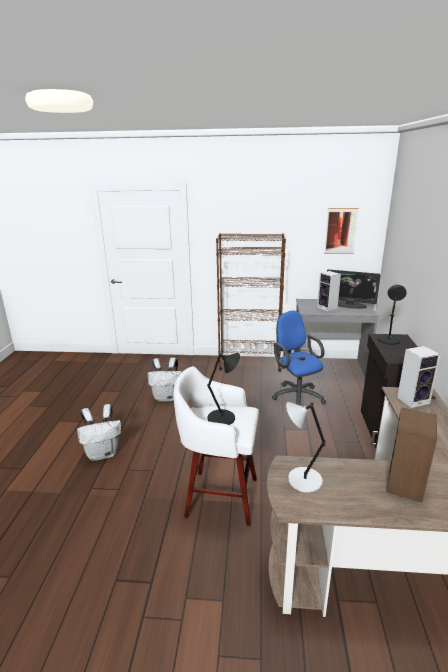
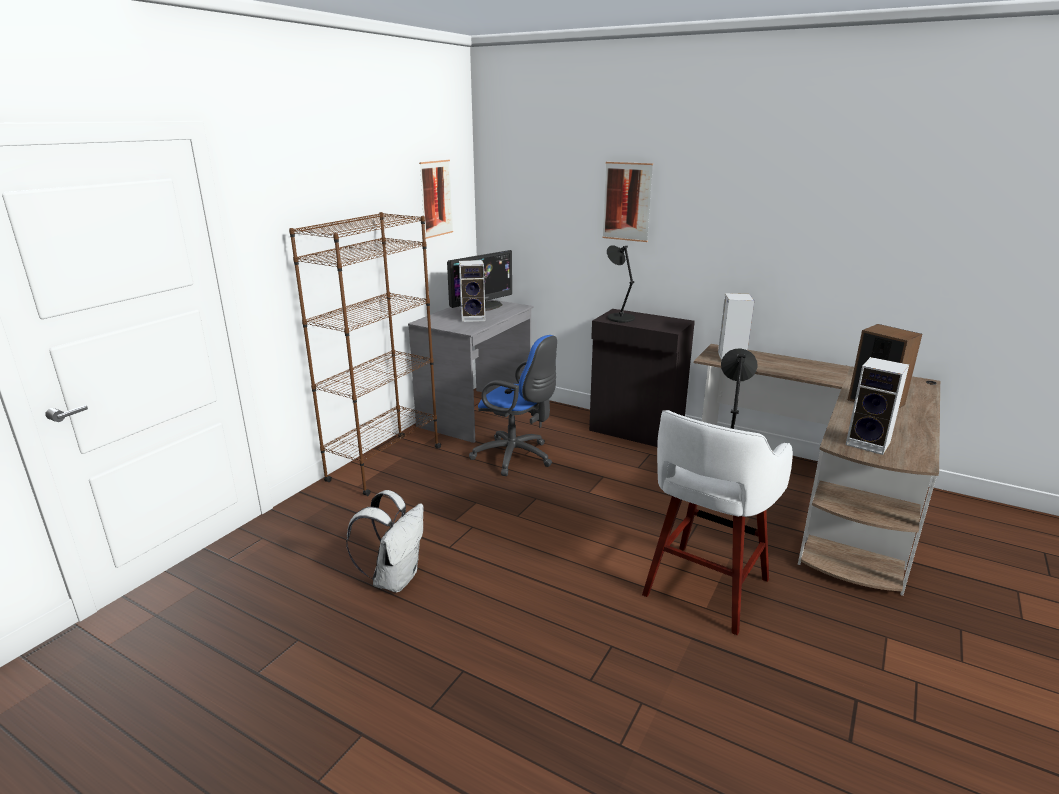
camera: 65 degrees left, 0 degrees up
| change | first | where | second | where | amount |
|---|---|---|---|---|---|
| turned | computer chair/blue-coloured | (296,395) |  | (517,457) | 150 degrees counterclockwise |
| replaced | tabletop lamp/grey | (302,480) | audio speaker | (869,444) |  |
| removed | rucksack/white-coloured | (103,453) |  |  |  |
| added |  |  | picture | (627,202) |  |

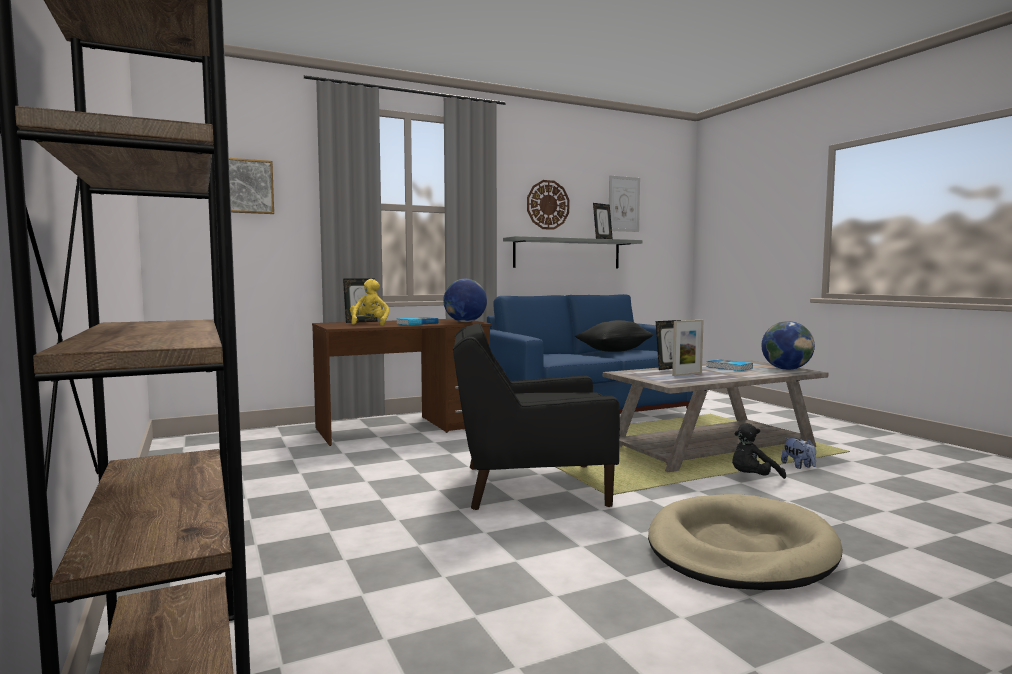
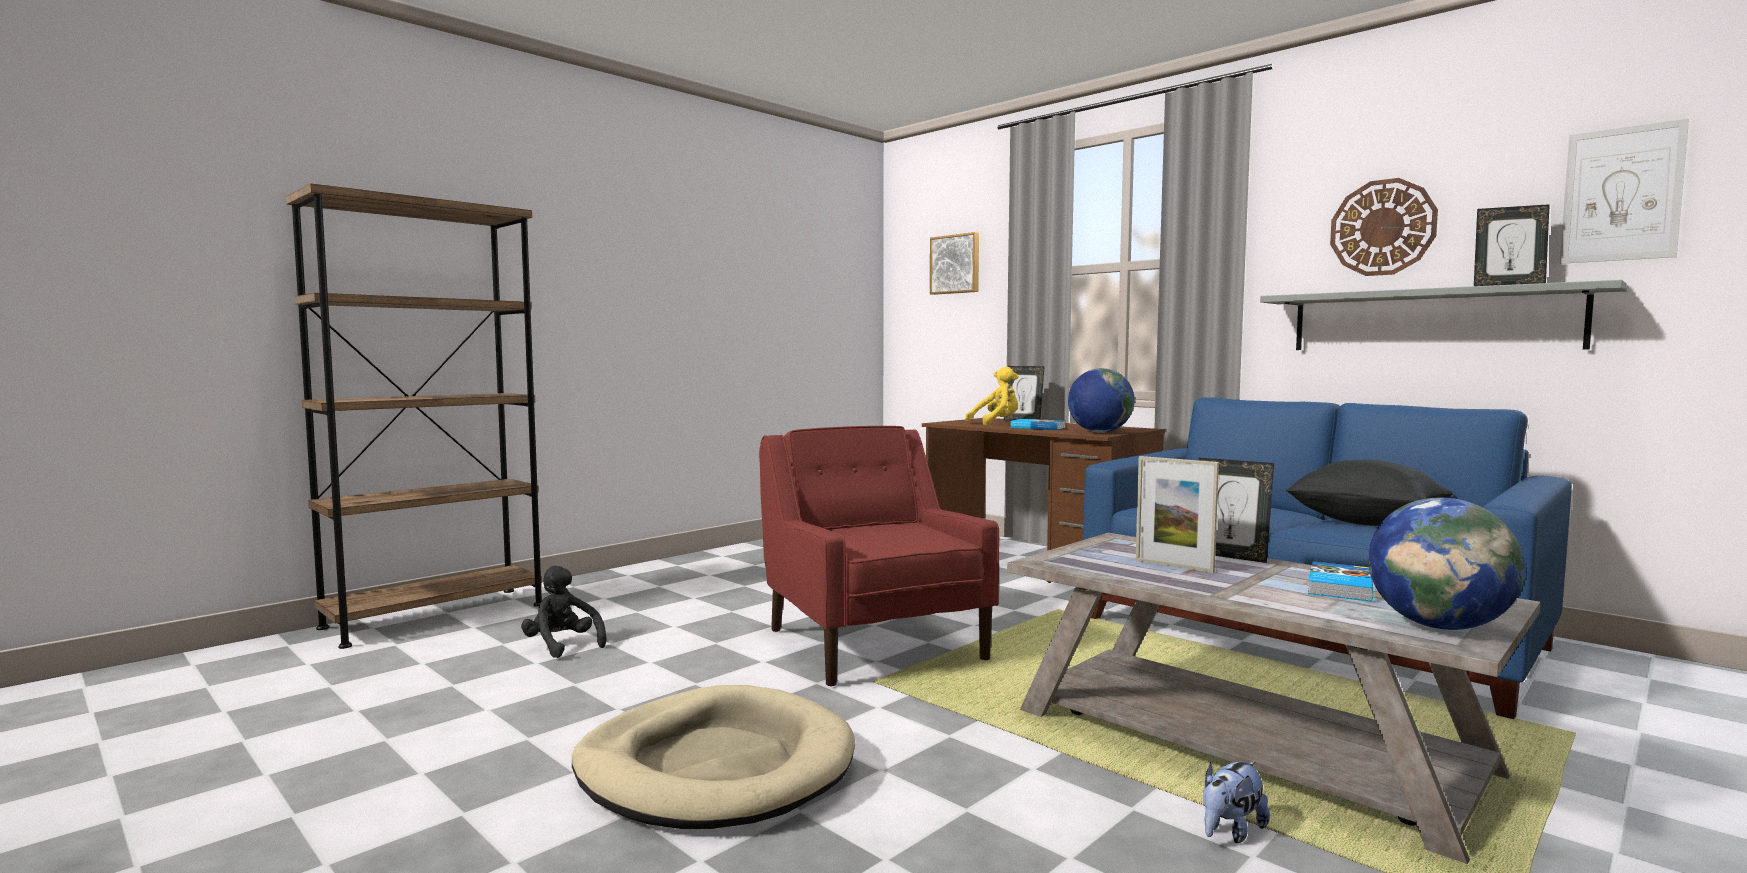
camera: 70 degrees right, 0 degrees up
| change | first | where | second | where | amount |
|---|---|---|---|---|---|
| recoloured | easy chair/black | (530,486) | easy chair/reddish | (873,643) |  |
| moved | cuddly toy/black | (753,478) |  | (562,646) |  |

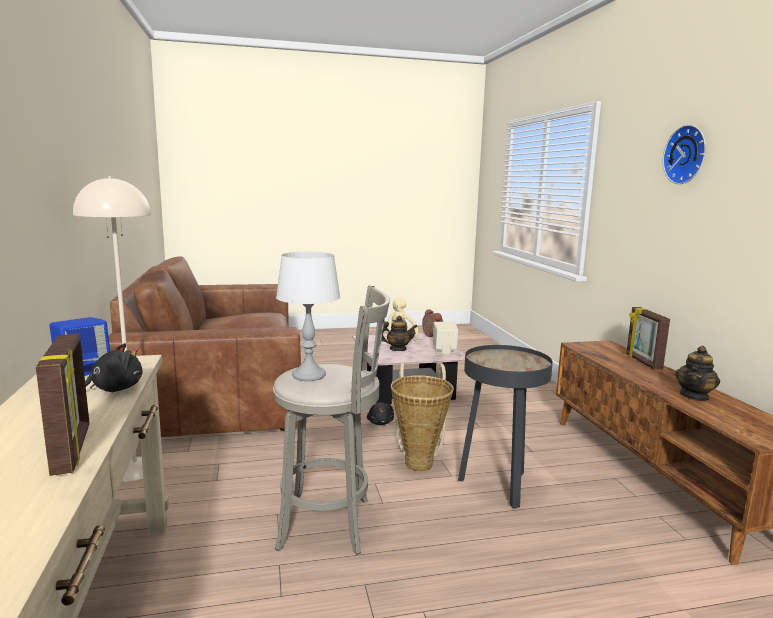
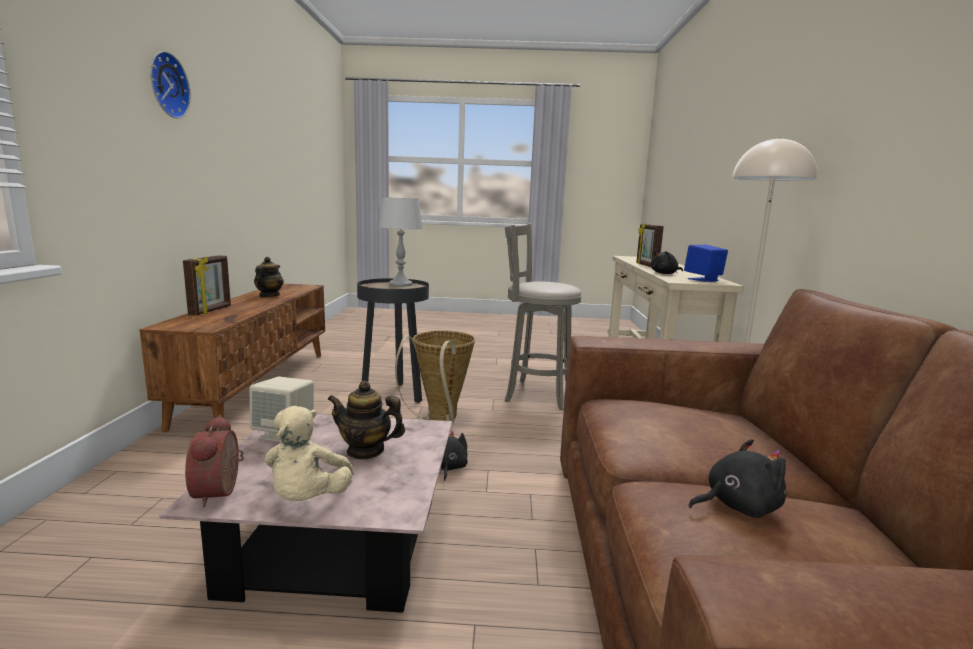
camera: 165 degrees left, 0 degrees up
| change | first | where | second | where | amount |
|---|---|---|---|---|---|
| moved | tabletop lamp/grey | (309,375) |  | (400,284) |  |
| turned | teapot | (694,396) |  | (269,296) | 45 degrees counterclockwise |
| added |  |  | cuddly toy/black | (737,506) |  |

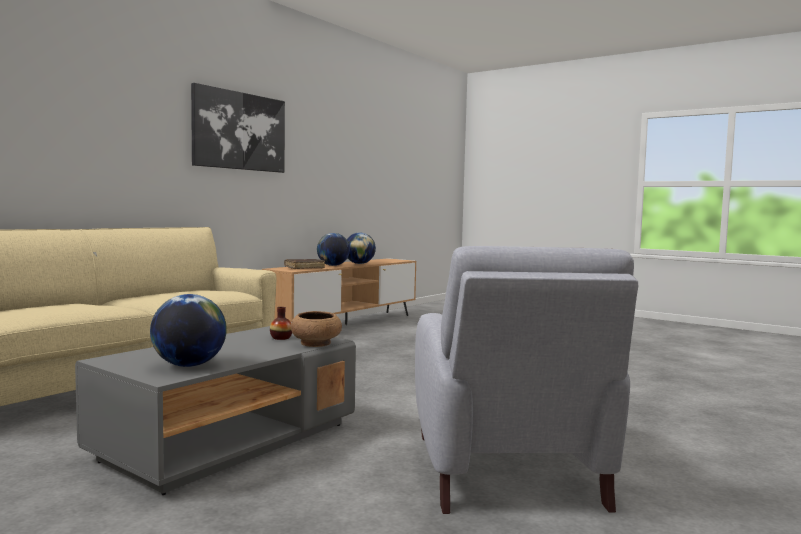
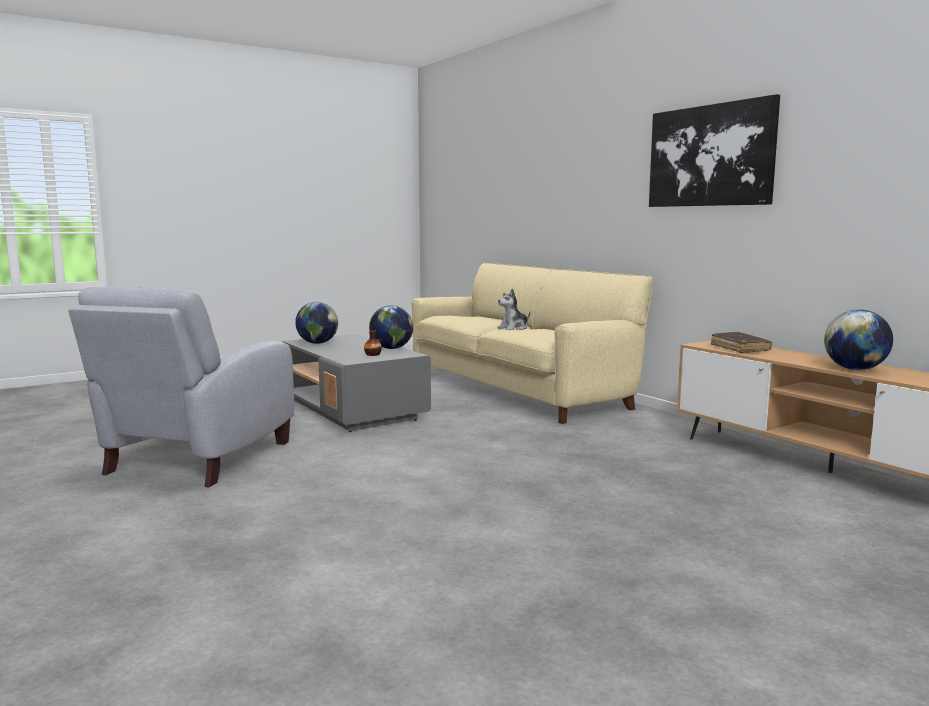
camera: 110 degrees right, 5 degrees up
| change | first | where | second | where | amount |
|---|---|---|---|---|---|
| moved | world globe | (333,265) |  | (391,348) |  |
| turned | easy chair/grey | (507,473) |  | (196,459) | 90 degrees counterclockwise |
| removed | deep dish/brownish | (316,344) |  |  |  |
| added |  |  | cuddly toy | (514,328) |  |

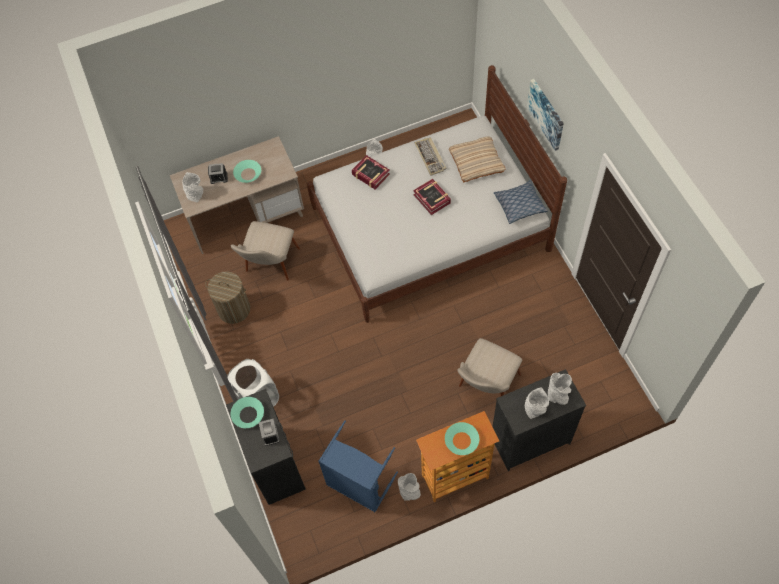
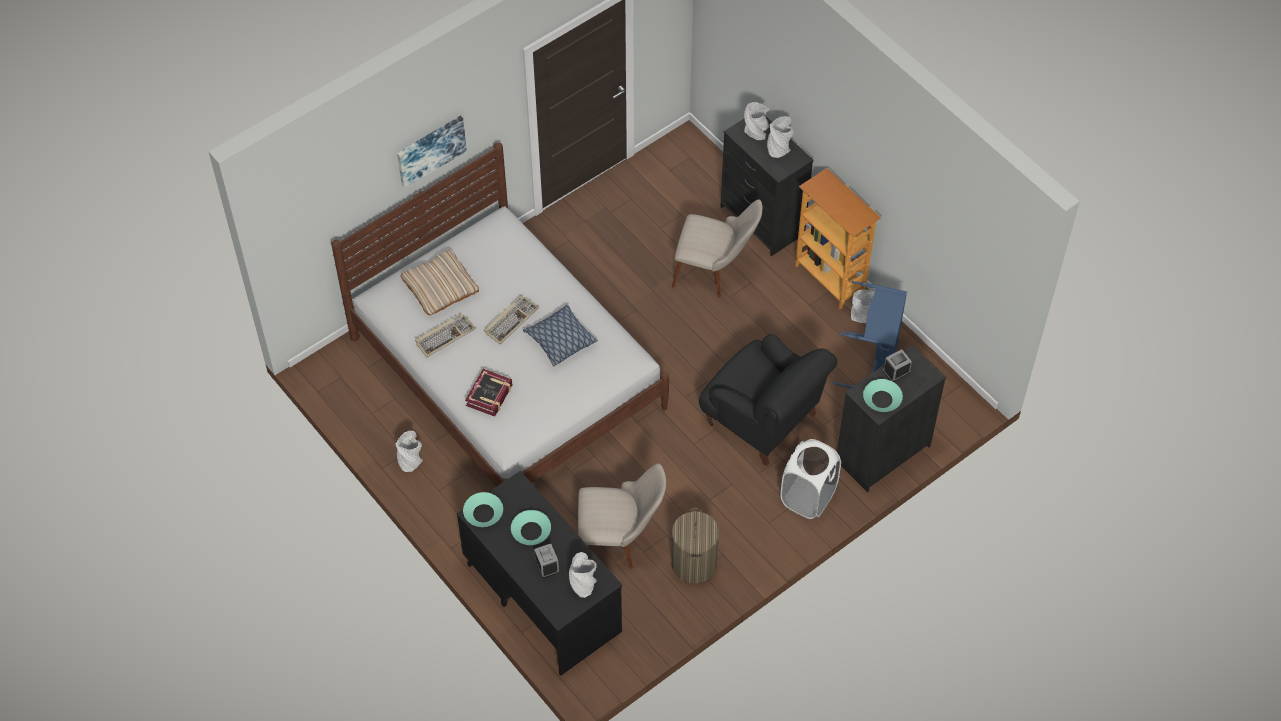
camera: 110 degrees left, 5 degrees down
| change | first | where | second | where | amount |
|---|---|---|---|---|---|
| recoloured | desk unit/beige-coloured | (246,215) | desk unit/black | (541,596) |  |
| replaced | book | (432,199) | keyboard | (511,320) |  |
| moved | cushion | (519,205) |  | (560,340) |  |
| moved | deep dish/turquoise-coloured | (461,440) |  | (483,513) |  |
| added |  |  | easy chair/black | (763,420) |  |

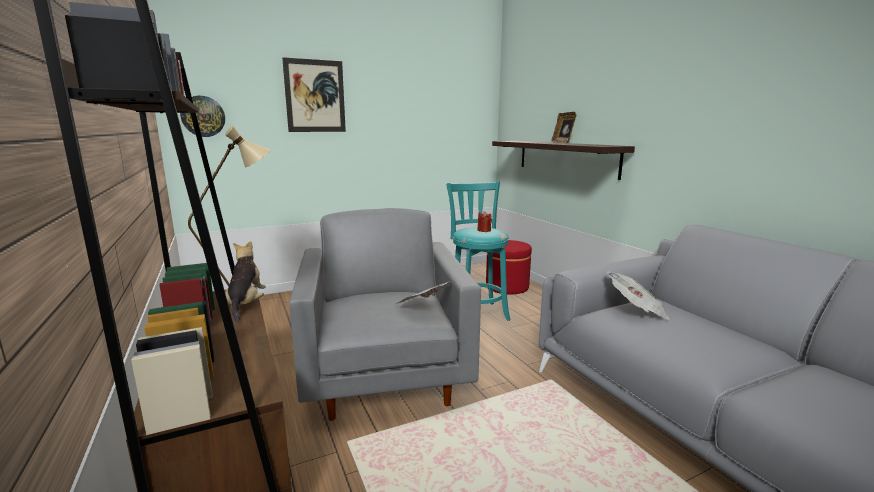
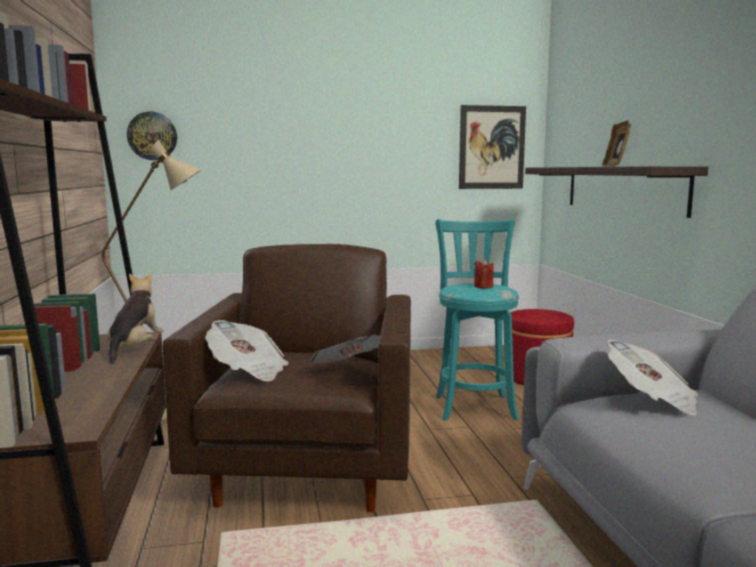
camera: 15 degrees right, 5 degrees down
| change | first | where | second | where | amount |
|---|---|---|---|---|---|
| moved | picture | (315,96) |  | (492,147) |  |
| recoloured | easy chair/grey | (385,376) | easy chair/brownish | (308,467) |  |
| added |  |  | newspaper | (248,371) |  |

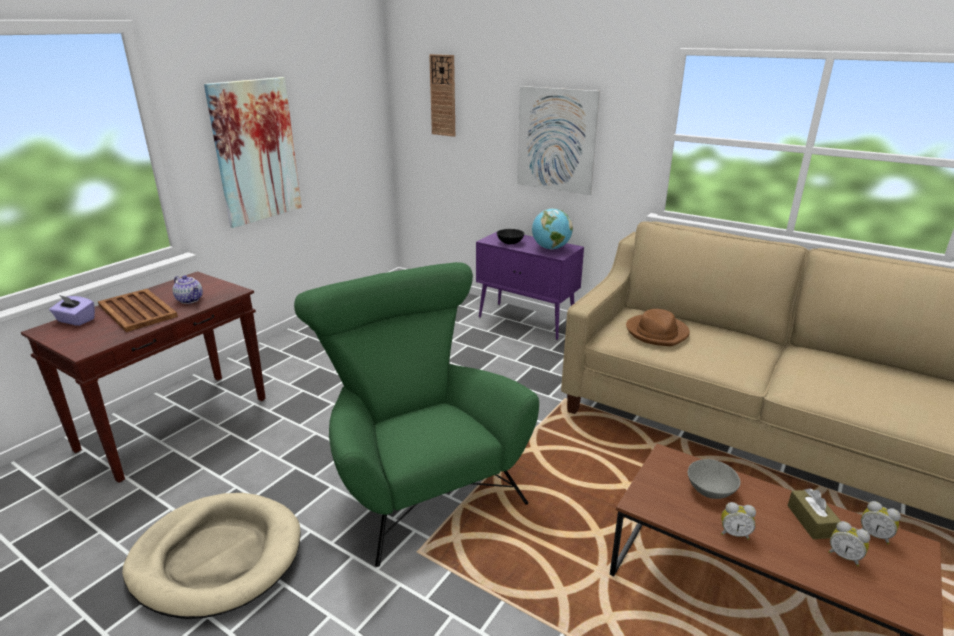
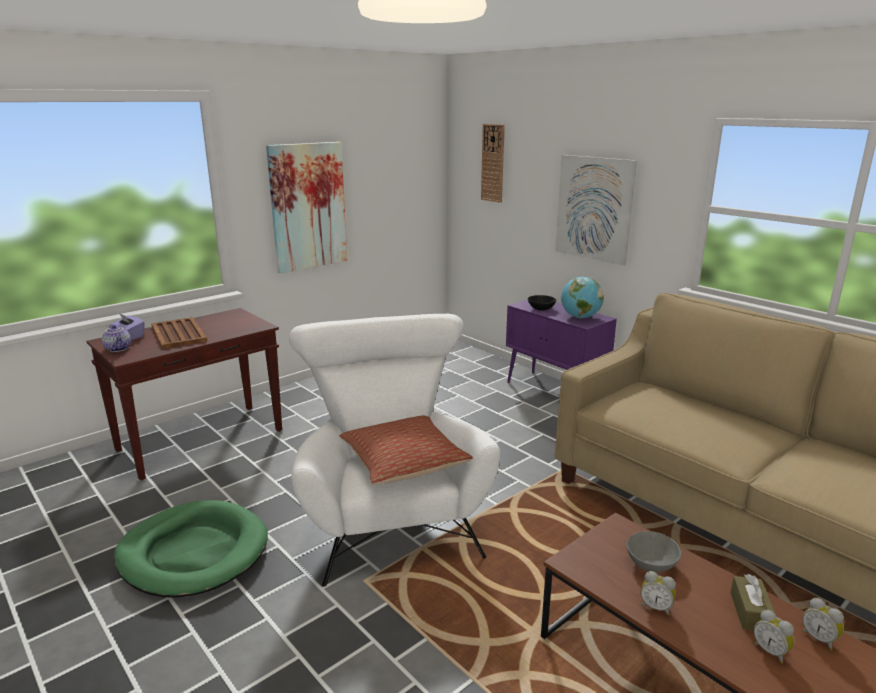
camera: 15 degrees right, 5 degrees down
| change | first | where | second | where | amount |
|---|---|---|---|---|---|
| recoloured | easy chair/green-coloured | (418,479) | easy chair/white-coloured | (390,518) |  |
| moved | teapot | (190,300) |  | (119,349) |  |
| removed | clothing hat/brownish | (657,332) |  |  |  |
| recoloured | dog cushion/beige-coloured | (217,557) | dog cushion/green-coloured | (193,552) |  |
| added |  |  | cushion | (403,462) |  |

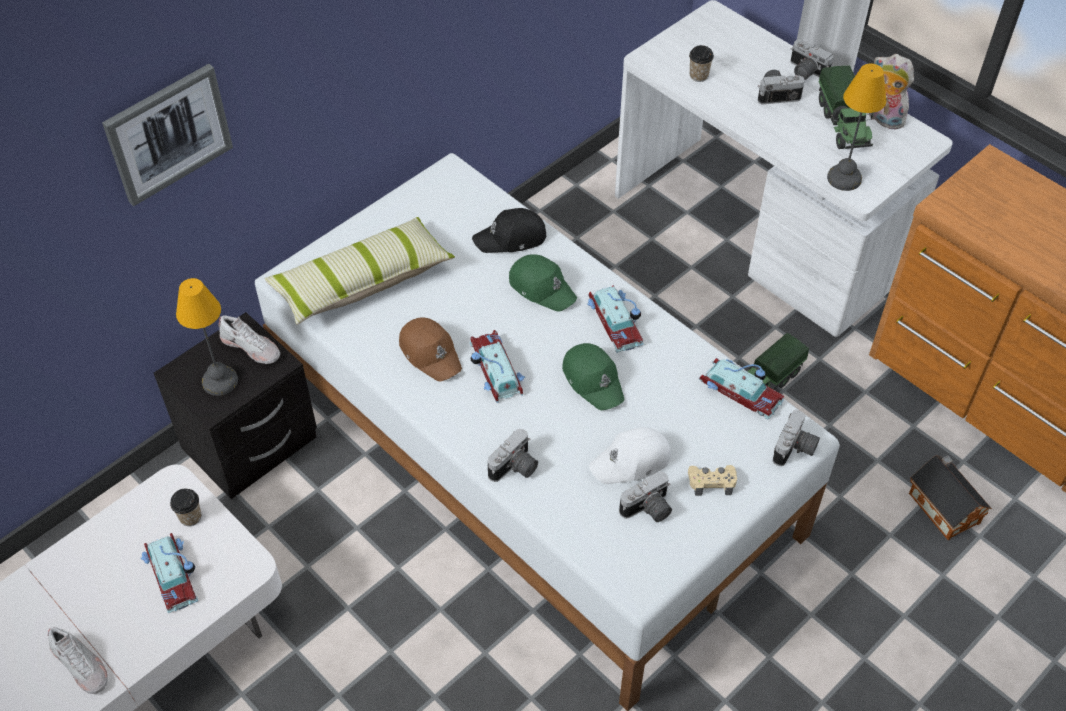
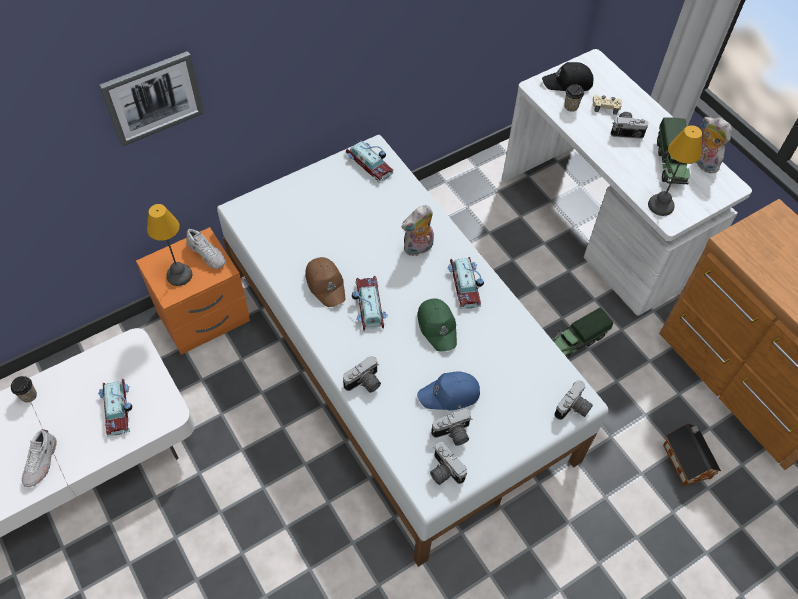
camera: 10 degrees right, 5 degrees up
| change | first | where | second | where | amount |
|---|---|---|---|---|---|
| moved | photo camera | (804,72) |  | (443,471) |  |
| moved | cap/black | (511,238) |  | (568,83) |  |
| removed | cushion | (361,282) |  |  |  |
| replaced | cap/green-coloured | (542,287) | cuddly toy | (418,248) |  |
| recoloured | nightstand/black | (251,445) | nightstand/orangey | (204,318) |  |
| moved | model car | (740,390) |  | (370,163) |  |
| recoloured | cap/white-coloured | (632,462) | cap/blue-coloured | (450,395) |  |
| moved | game controller/beige-coloured | (711,482) |  | (606,106) |  |
| moved | drinking cup | (190,517) |  | (29,395) |  |
| turned | item of footwear/white-coloured | (81,665) |  | (41,462) | 45 degrees clockwise |

